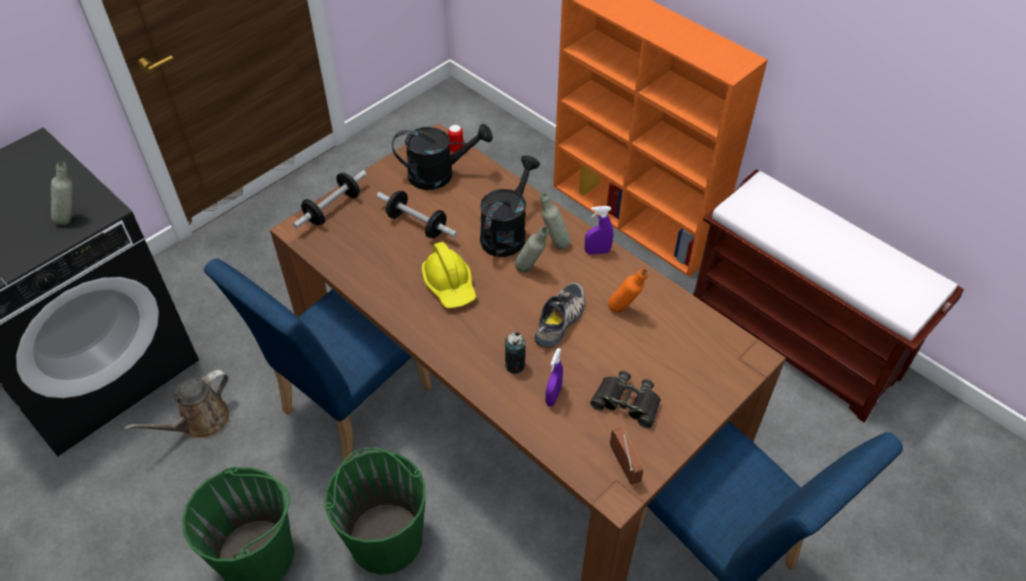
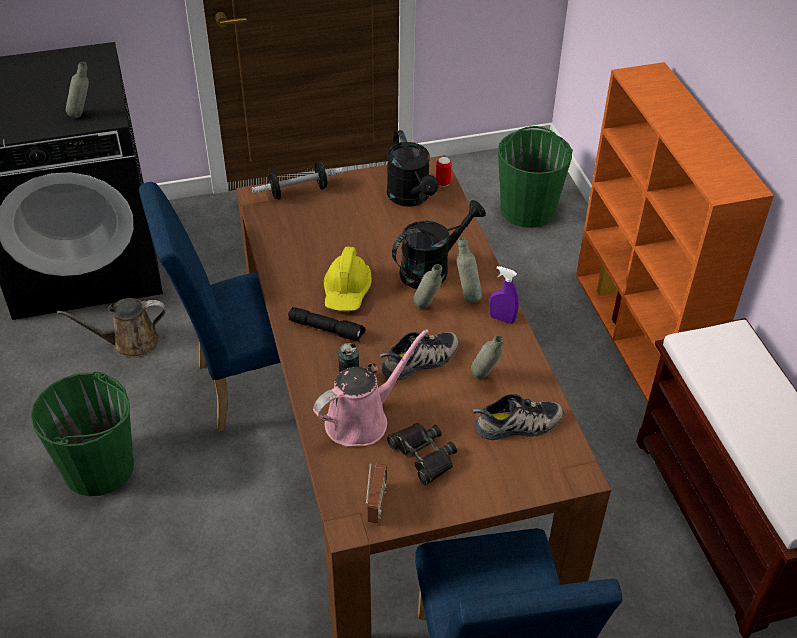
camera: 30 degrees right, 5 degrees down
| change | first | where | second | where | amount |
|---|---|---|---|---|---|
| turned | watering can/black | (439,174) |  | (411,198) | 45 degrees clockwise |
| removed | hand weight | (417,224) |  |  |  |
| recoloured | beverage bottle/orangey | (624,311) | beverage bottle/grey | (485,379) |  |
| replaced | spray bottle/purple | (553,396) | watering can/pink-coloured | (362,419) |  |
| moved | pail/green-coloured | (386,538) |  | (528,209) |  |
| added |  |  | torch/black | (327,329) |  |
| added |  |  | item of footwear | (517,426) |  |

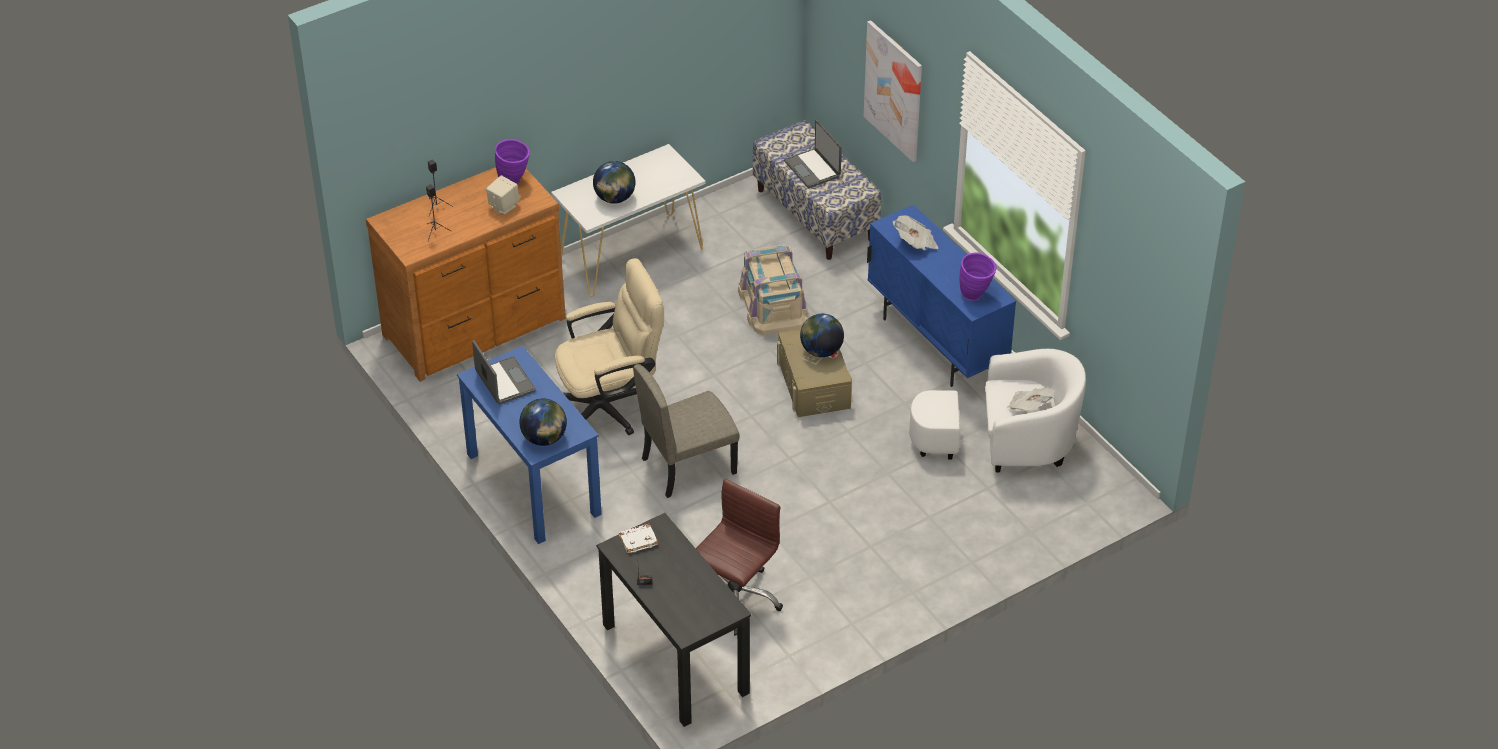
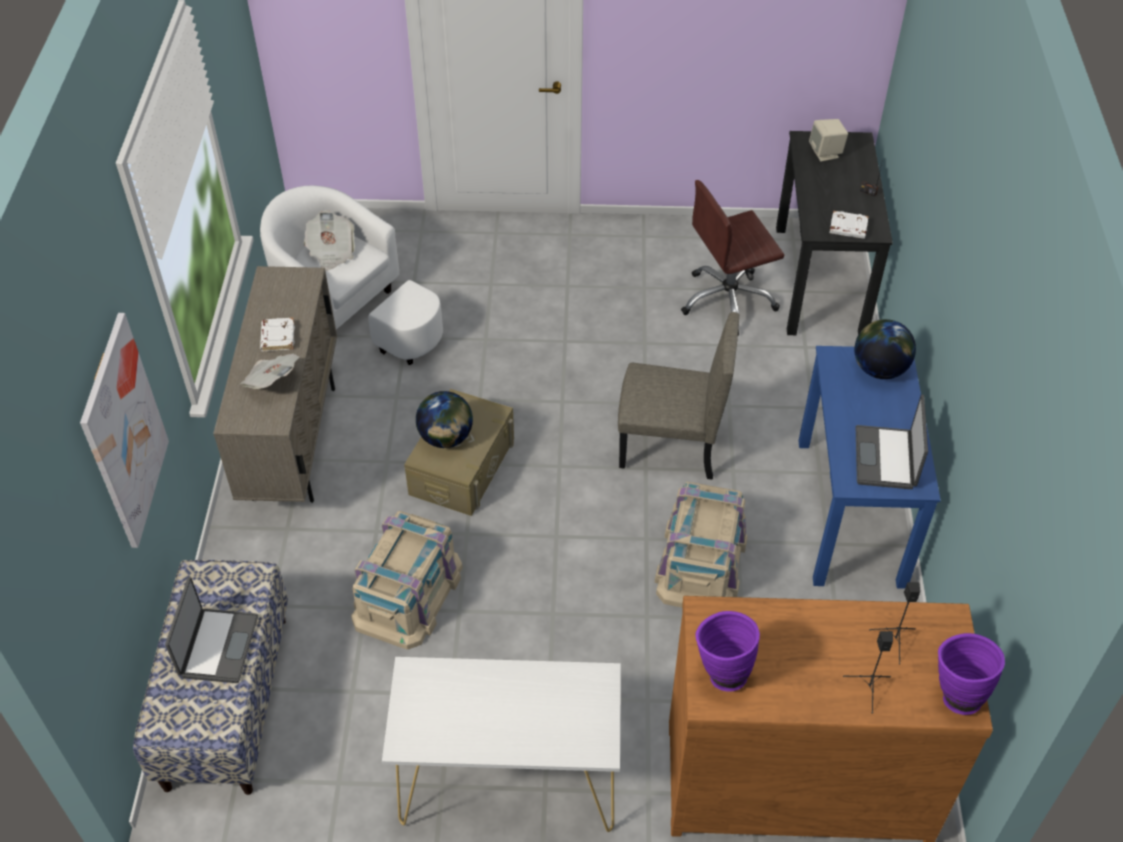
camera: 145 degrees left, 5 degrees up
| change | first | where | second | where | amount |
|---|---|---|---|---|---|
| removed | world globe | (615,198) |  |  |  |
| moved | audio speaker/beige-coloured | (503,206) |  | (825,153) |  |
| recoloured | cabinet/blue-coloured | (936,344) | cabinet/beige-coloured | (294,442) |  |
| moved | flower vase/purple | (976,295) |  | (955,694) |  |
| replaced | computer chair/beige-coloured | (611,405) | storage bin/beige-coloured | (700,561) |  |
| added |  |  | book/white-coloured | (277,337) |  |

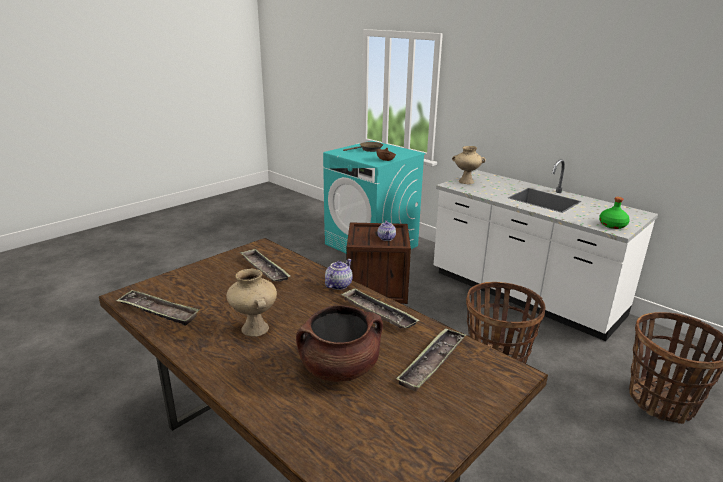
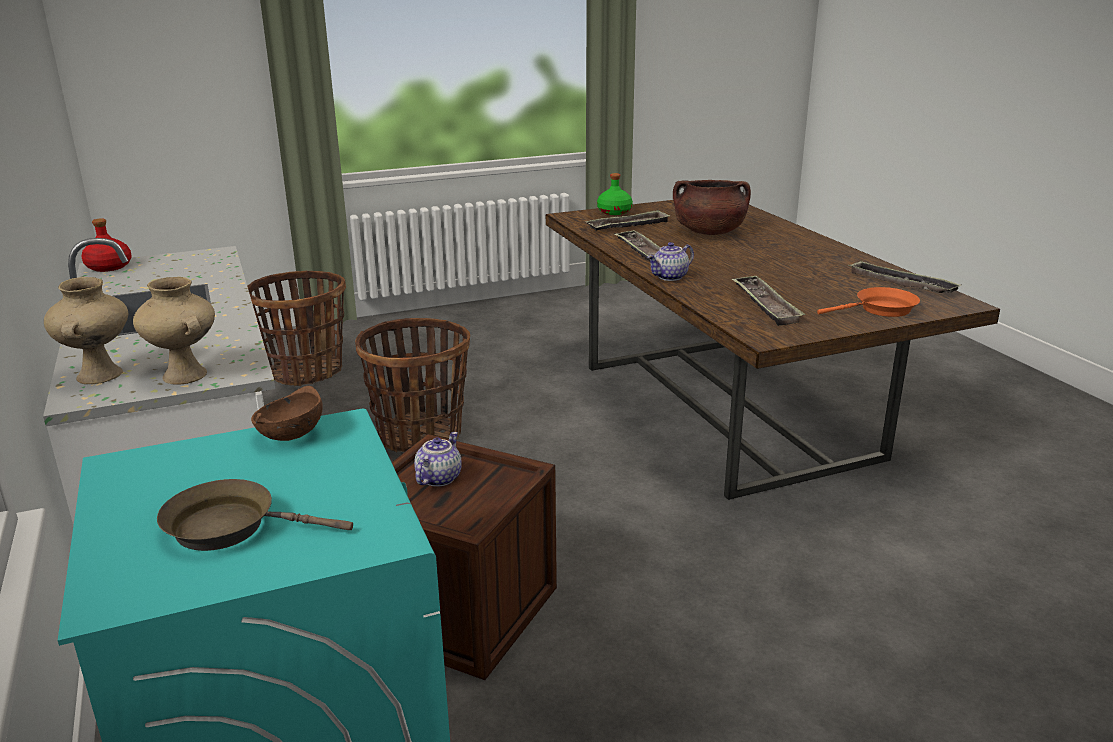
camera: 155 degrees left, 0 degrees up
| change | first | where | second | where | amount |
|---|---|---|---|---|---|
| moved | beverage bottle/green-coloured | (612,225) |  | (615,212) |  |
| moved | flower vase/beige-coloured | (254,328) |  | (100,376) |  |
| added |  |  | beverage bottle/reddish | (109,267) |  |
| added |  |  | pan/orangey | (881,310) |  |

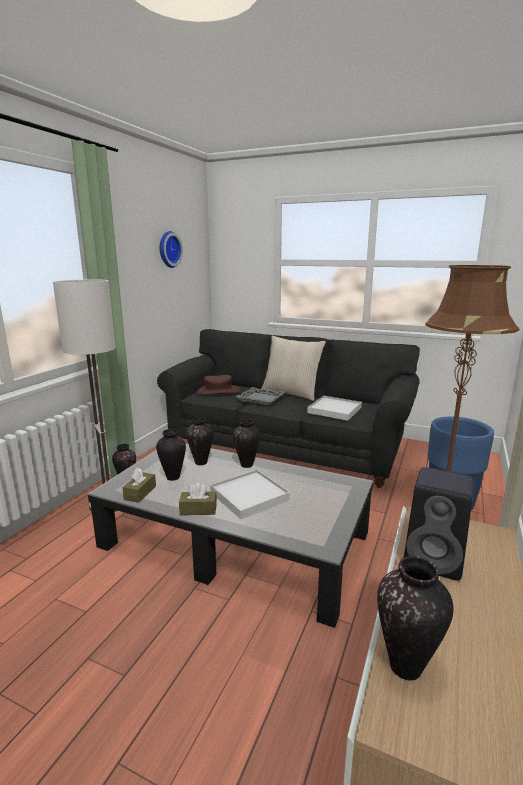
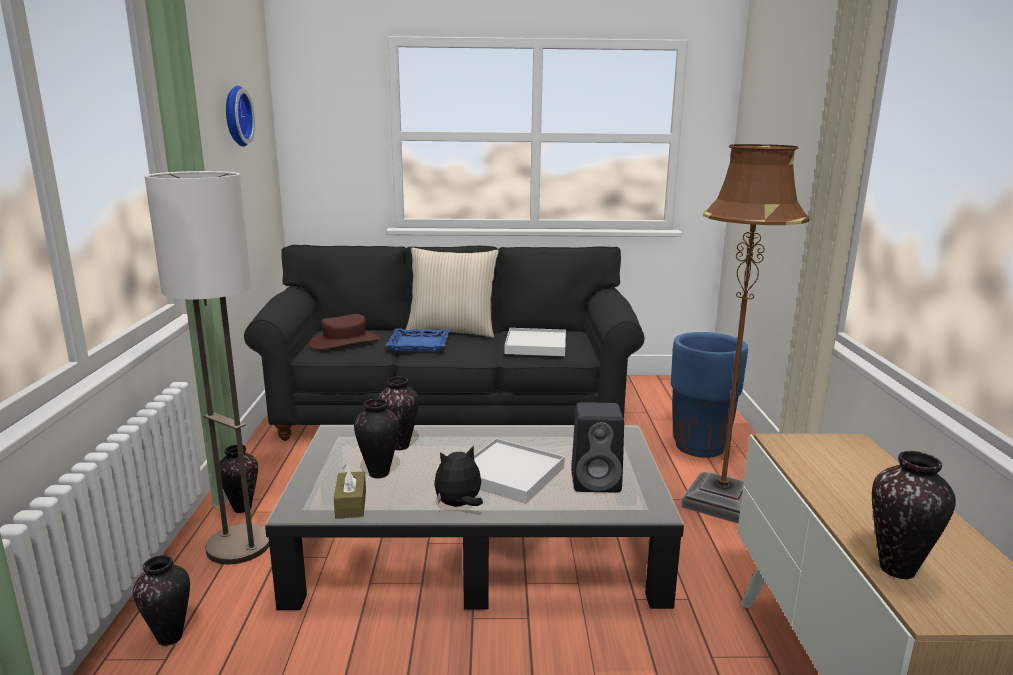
camera: 25 degrees left, 0 degrees up
| change | first | where | second | where | amount |
|---|---|---|---|---|---|
| recoloured | carrying tray/grey | (261,399) | carrying tray/blue-coloured | (419,344) |  |
| moved | flower vase | (246,465) |  | (170,638) |  |
| moved | audio speaker/black | (435,559) |  | (597,481) |  |
| replaced | box of tissues/brownish | (198,509) | cuddly toy | (459,505) |  |

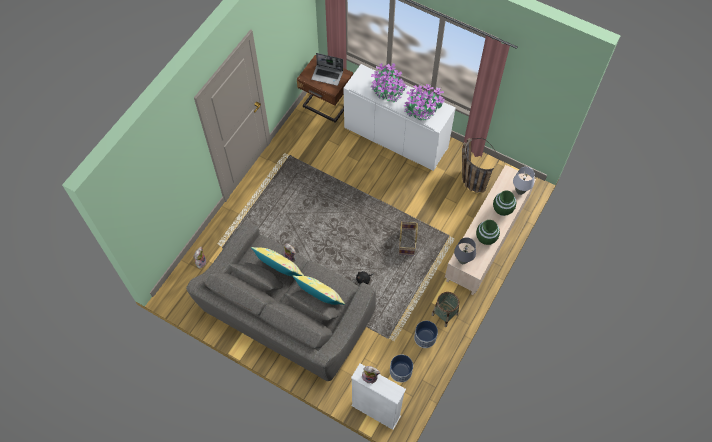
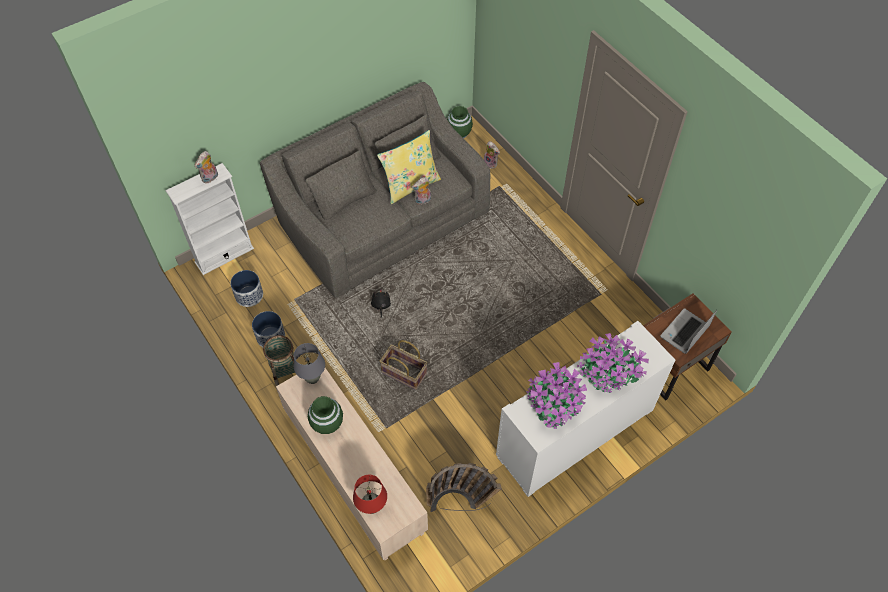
camera: 115 degrees right, 5 degrees down
| change | first | where | second | where | amount |
|---|---|---|---|---|---|
| recoloured | tabletop lamp/grey | (519,191) | tabletop lamp/reddish | (372,507) |  |
| moved | flower vase/green-coloured | (502,209) |  | (459,133) |  |
| removed | cushion/yellowish | (320,298) |  |  |  |

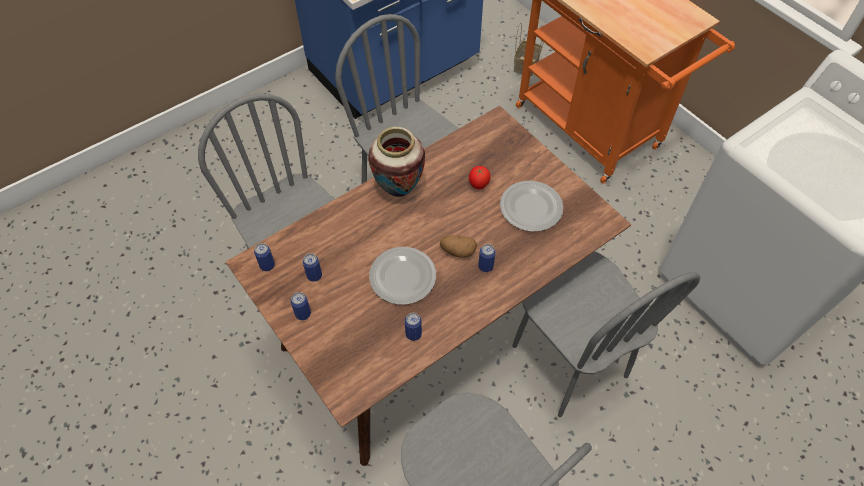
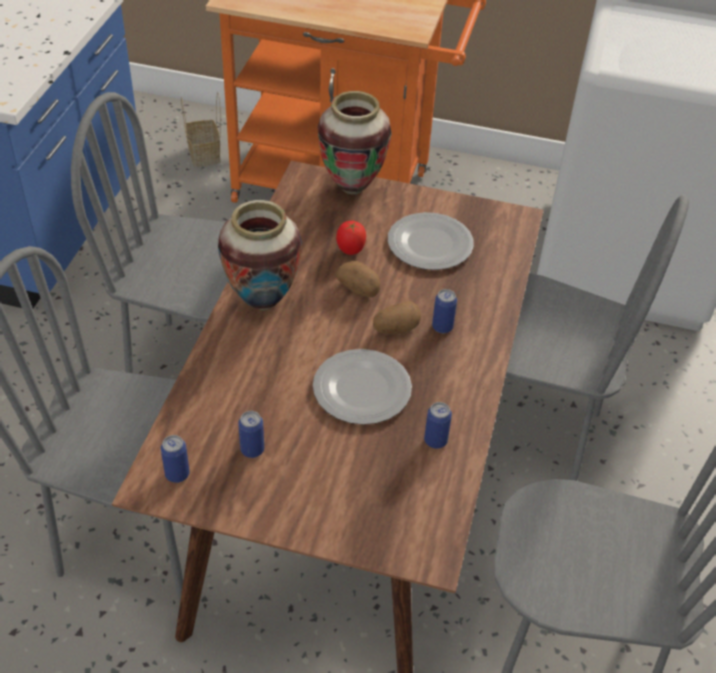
camera: 40 degrees left, 10 degrees down
| change | first | where | second | where | amount |
|---|---|---|---|---|---|
| removed | sealed can | (303,314) |  |  |  |
| added |  |  | flower vase | (352,187) |  |
| added |  |  | whole potato | (359,289) |  |

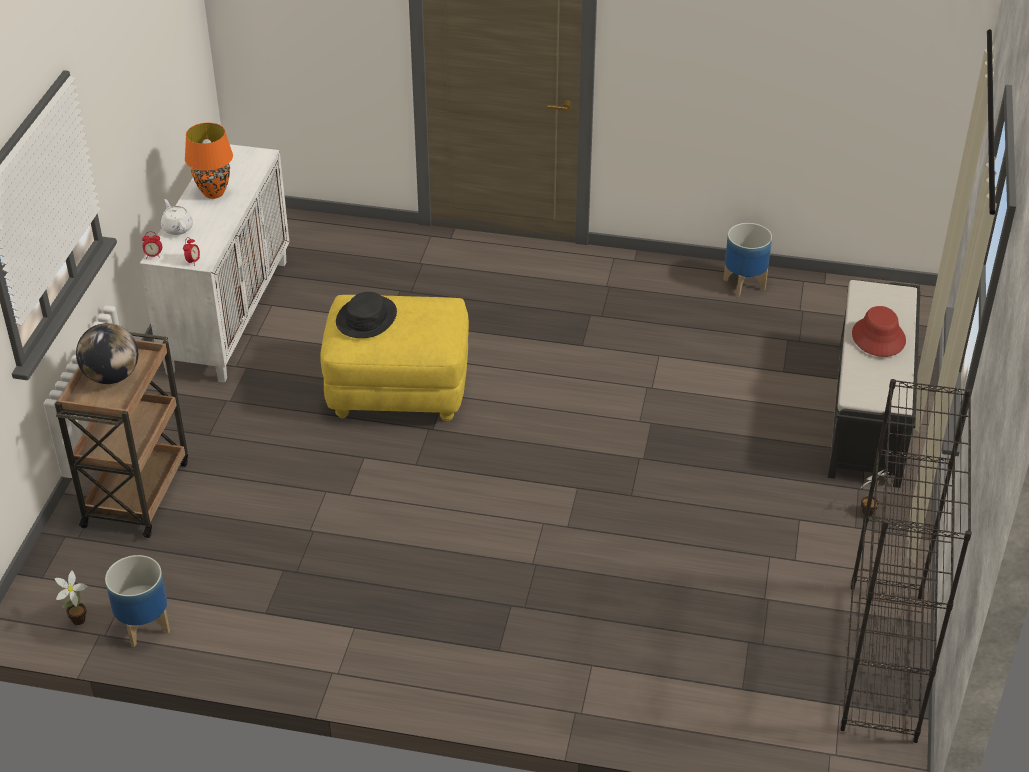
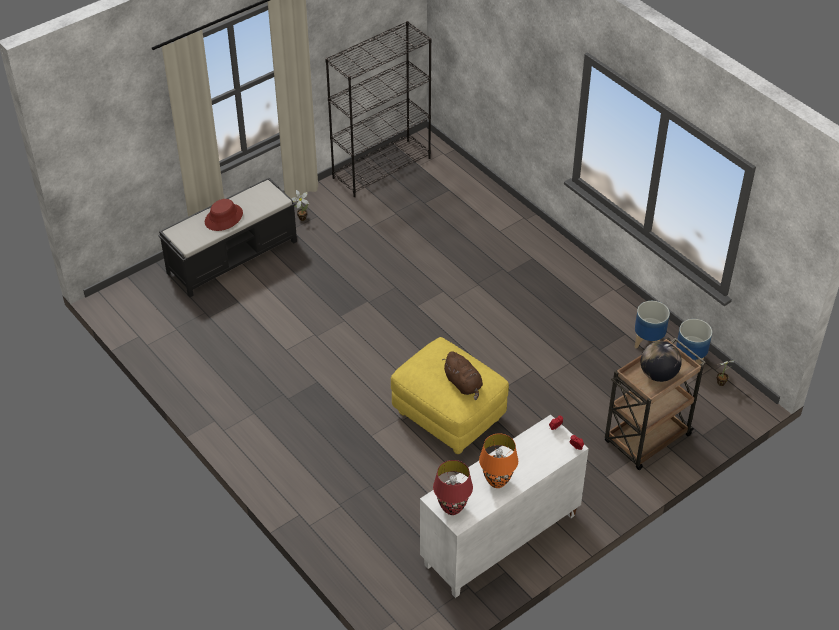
camera: 140 degrees left, 5 degrees up
| change | first | where | second | where | amount |
|---|---|---|---|---|---|
| removed | teapot/white-coloured | (177,228) |  |  |  |
| moved | plant pot | (743,284) |  | (648,342) |  |
| replaced | clothing hat/black | (366,318) | cuddly toy/brownish | (464,384) |  |
| added |  |  | tabletop lamp/reddish | (452,508) |  |

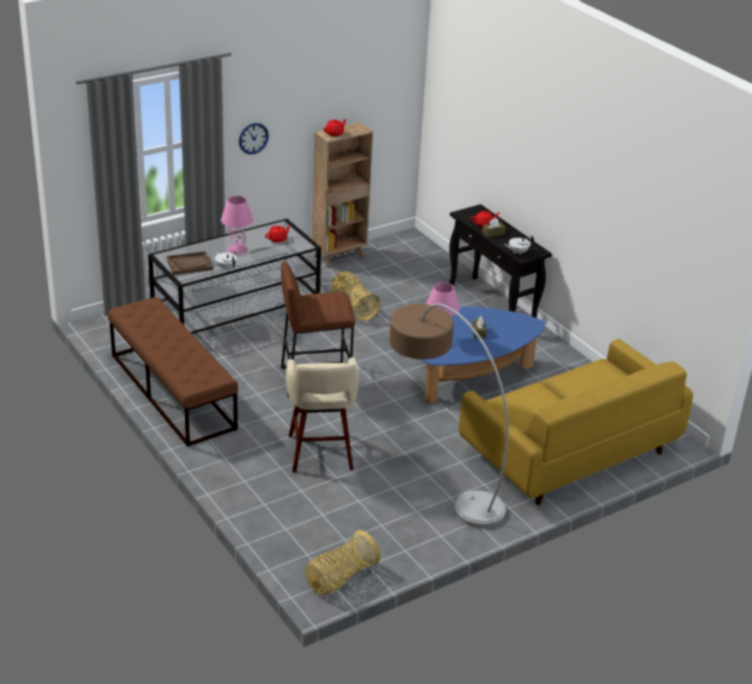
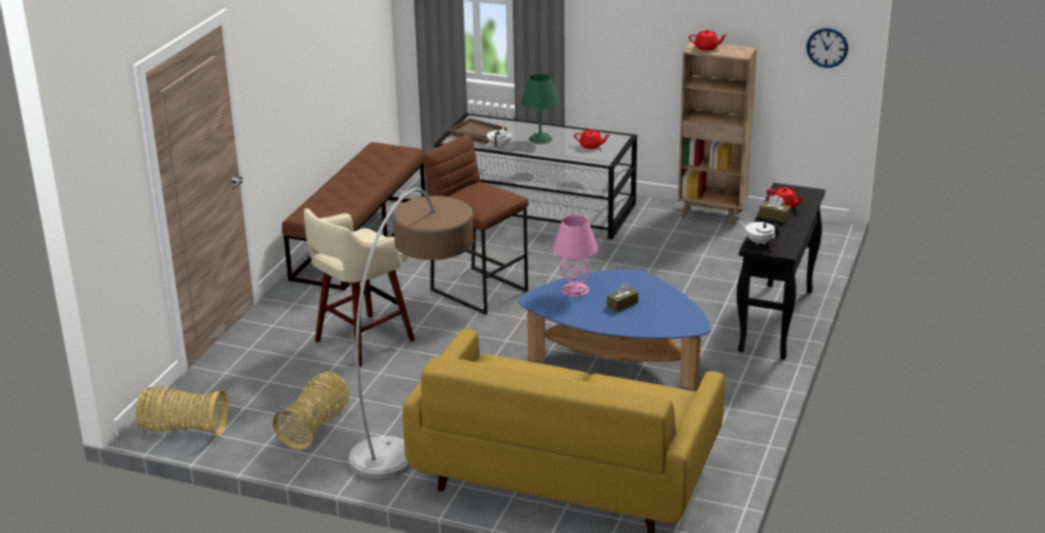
camera: 55 degrees right, 5 degrees down
| change | first | where | second | where | amount |
|---|---|---|---|---|---|
| moved | clock on the wall | (253,138) |  | (827,47) |  |
| recoloured | tabletop lamp/pink-coloured | (237,249) | tabletop lamp/green-coloured | (540,139) |  |
| moved | storage basket | (353,306) |  | (316,426) |  |

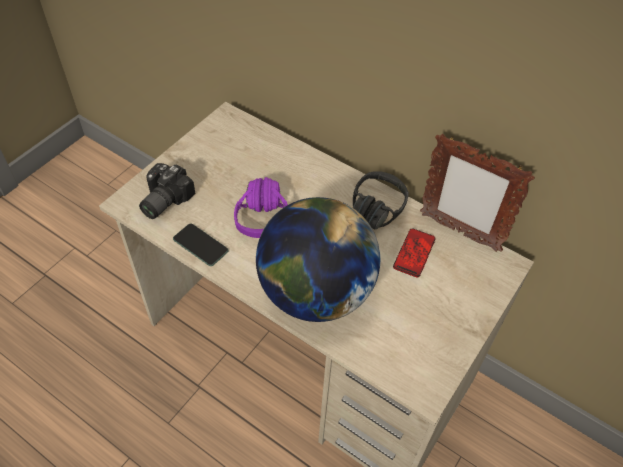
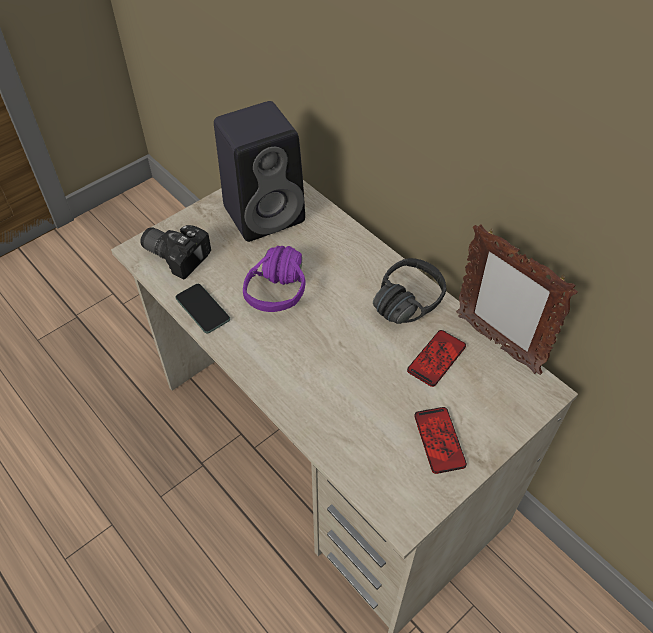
camera: 15 degrees right, 0 degrees up
| change | first | where | second | where | amount |
|---|---|---|---|---|---|
| turned | photo camera | (162,200) |  | (177,254) | 75 degrees clockwise |
| removed | world globe | (315,293) |  |  |  |
| added |  |  | audio speaker/black | (266,213) |  |
| added |  |  | telephone | (439,440) |  |

